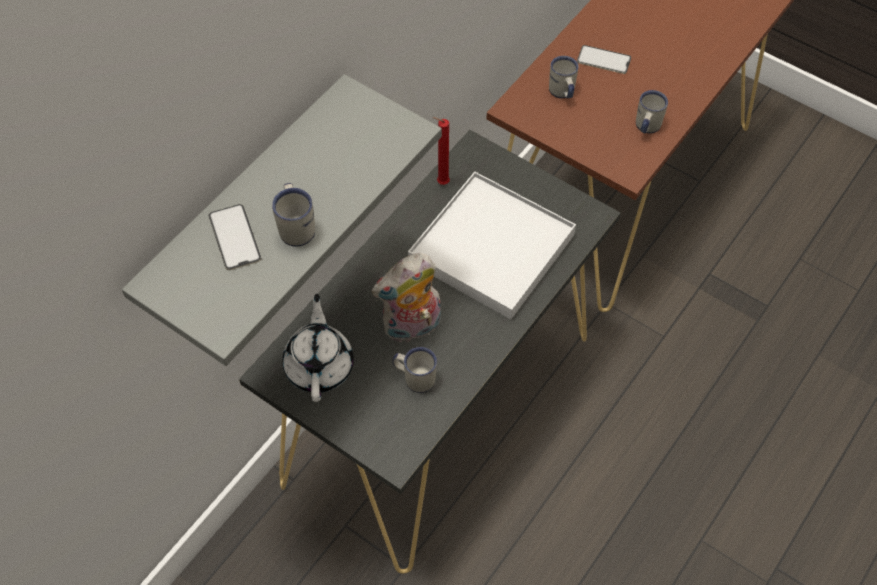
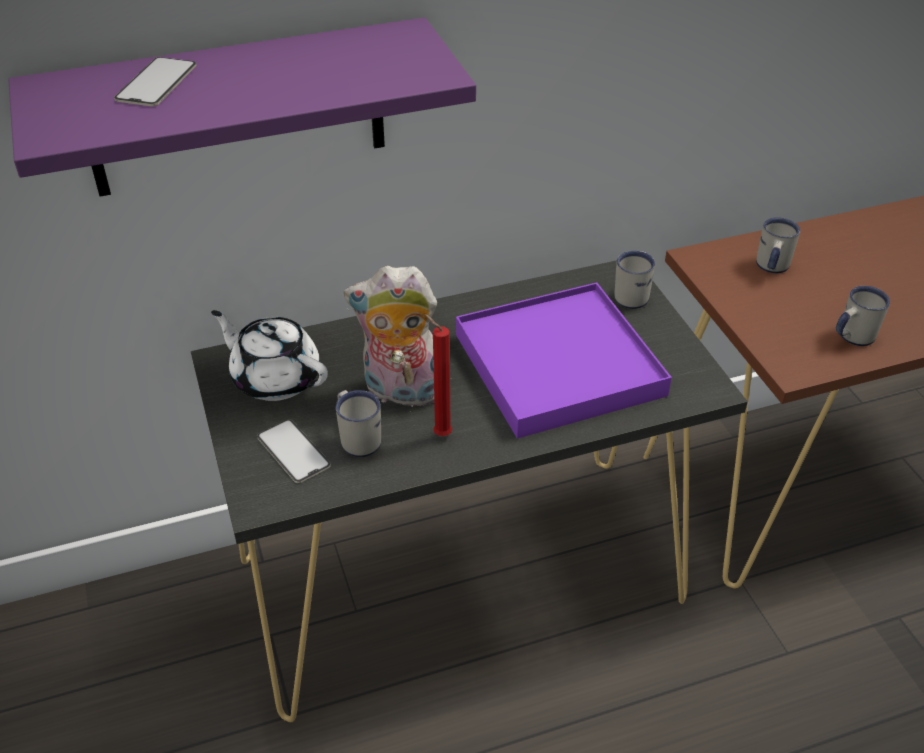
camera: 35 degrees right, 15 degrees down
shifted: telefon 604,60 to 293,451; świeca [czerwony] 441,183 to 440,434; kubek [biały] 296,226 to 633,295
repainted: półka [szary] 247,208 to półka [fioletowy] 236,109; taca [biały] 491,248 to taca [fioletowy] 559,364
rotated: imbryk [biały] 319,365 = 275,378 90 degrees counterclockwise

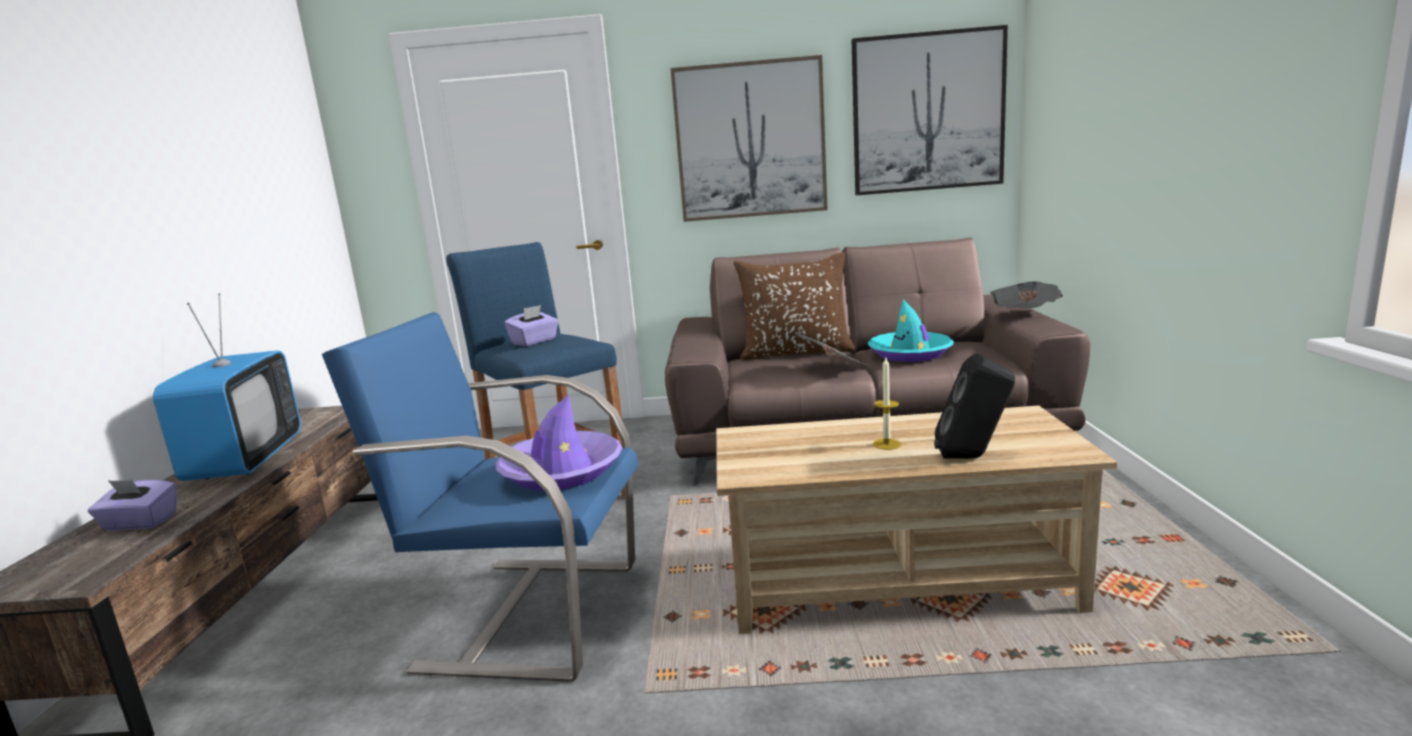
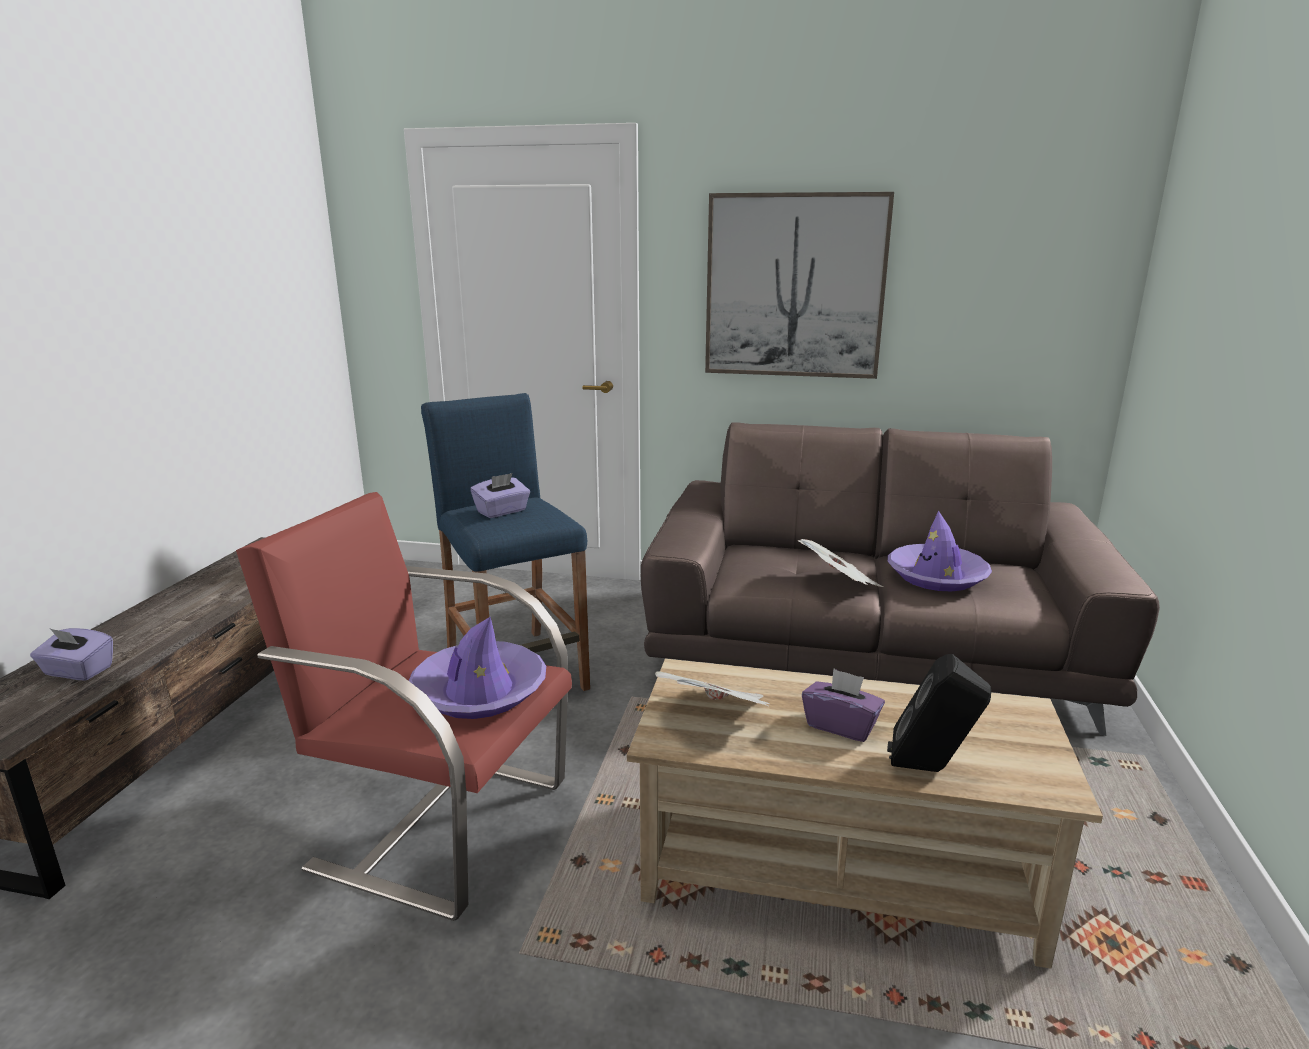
camera: 10 degrees right, 5 degrees up
gone: telewizor 246,461; poduszka [brązowy] 796,352; obraz 927,113
shifted: gazeta 1025,315 to 717,716
swapped: świeca 887,444 to pudełko chusteczek [fioletowy] 841,725
repainted: fotel [niebieski] 530,613 to fotel [czerwony] 439,822; kapelusz [turkusowy] 910,354 to kapelusz [fioletowy] 937,576

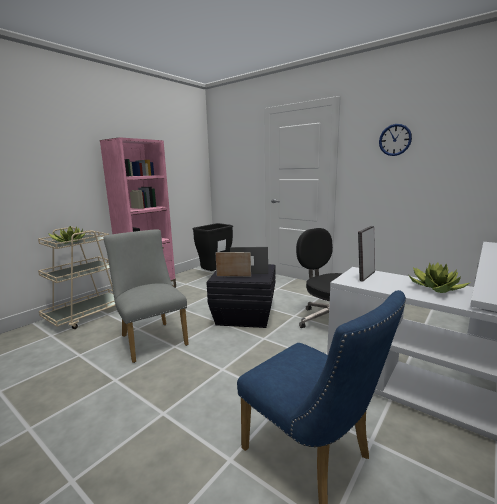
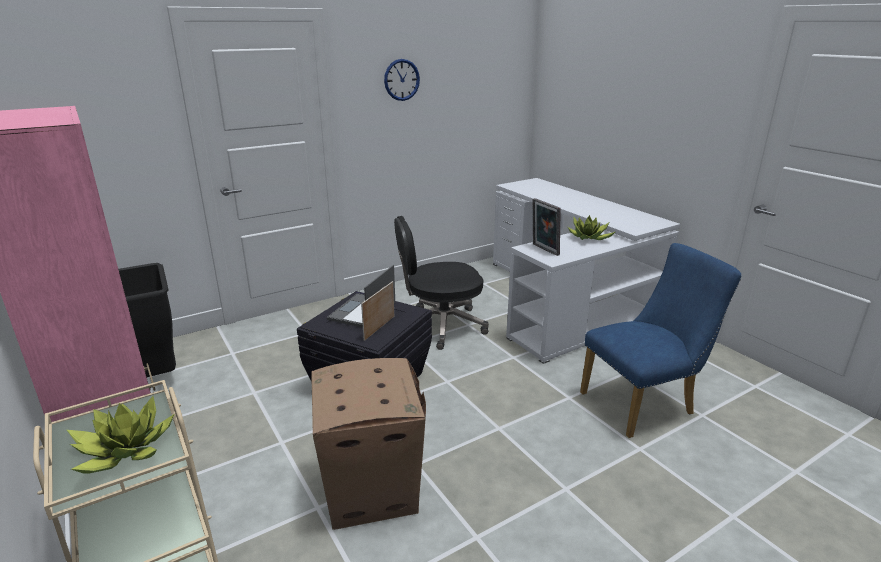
camera: 70 degrees left, 10 degrees up
swapped: krzesło [szary] 151,338 to karton 372,489

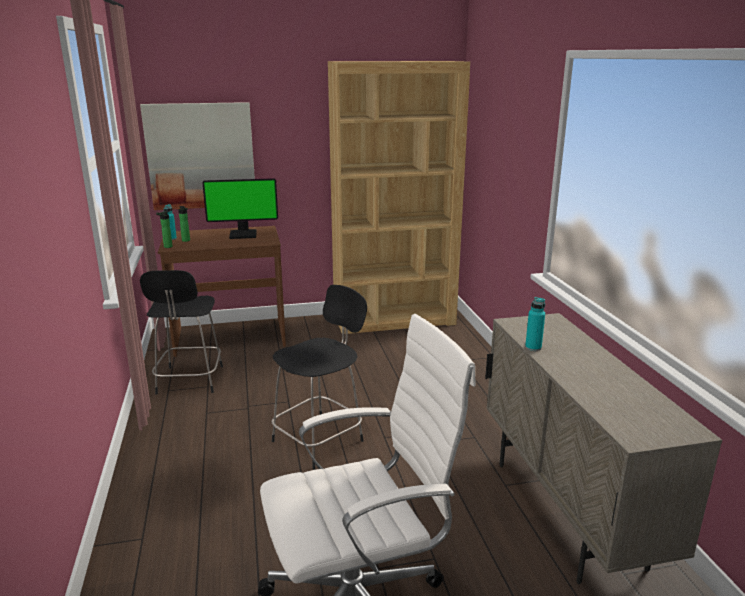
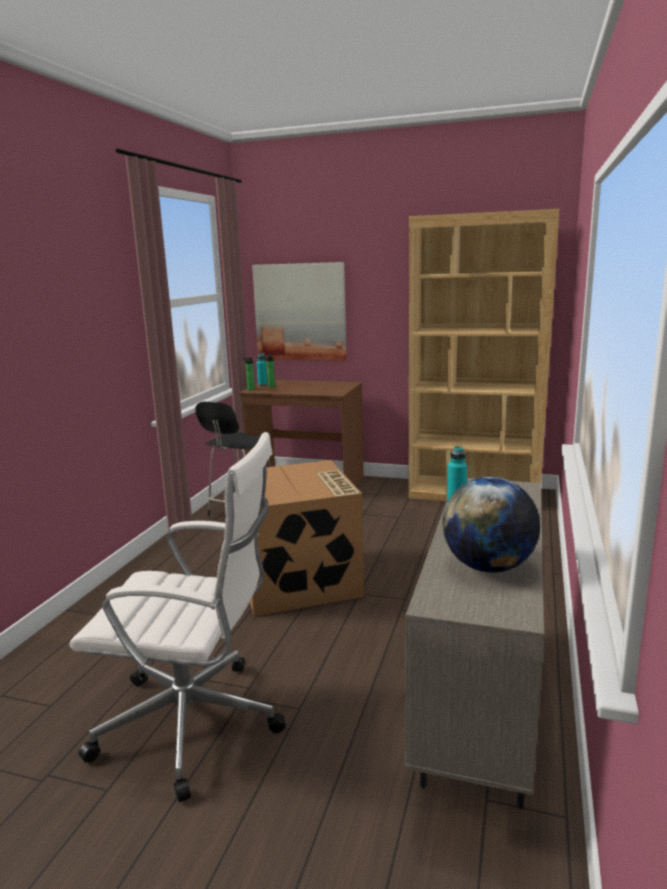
camera: 30 degrees right, 5 degrees down
gone: monitor 243,234
new: globus 488,567
swapped: stołek [czarny] 320,439 to karton 299,580

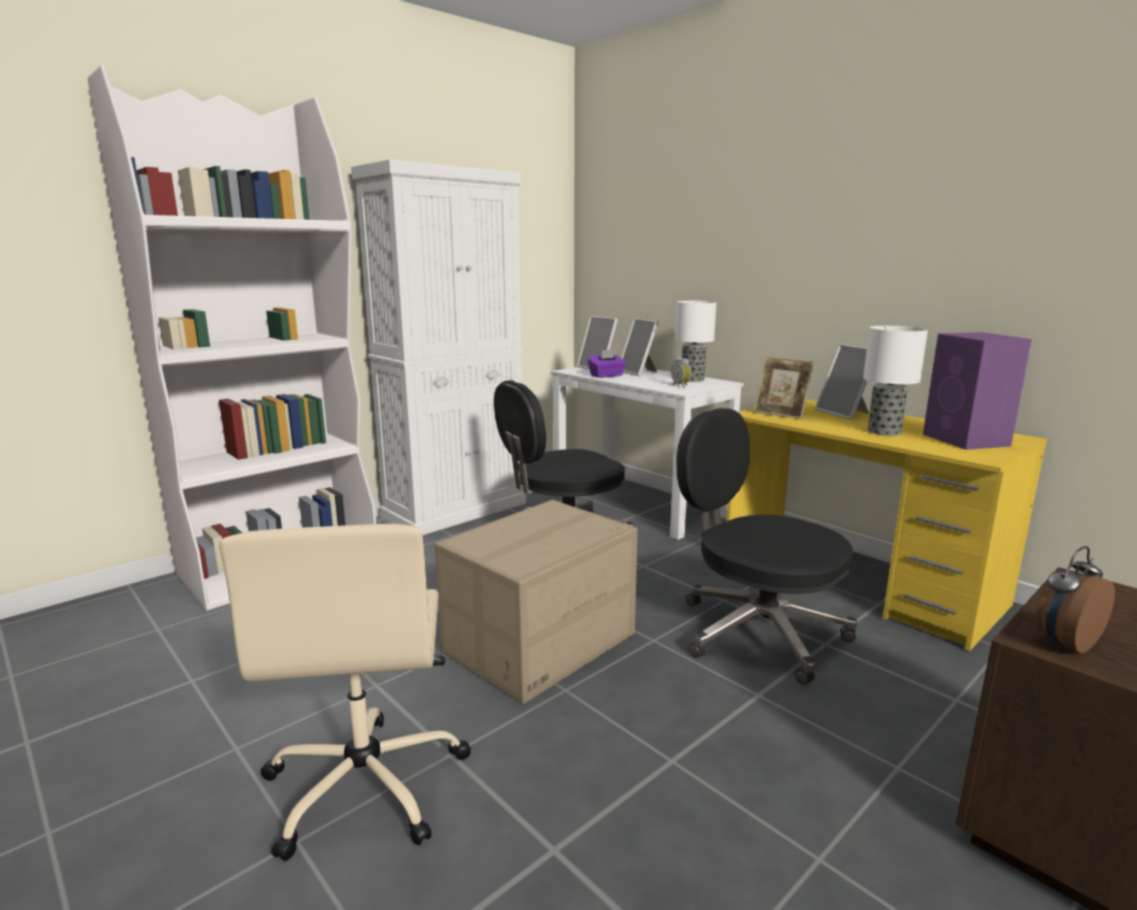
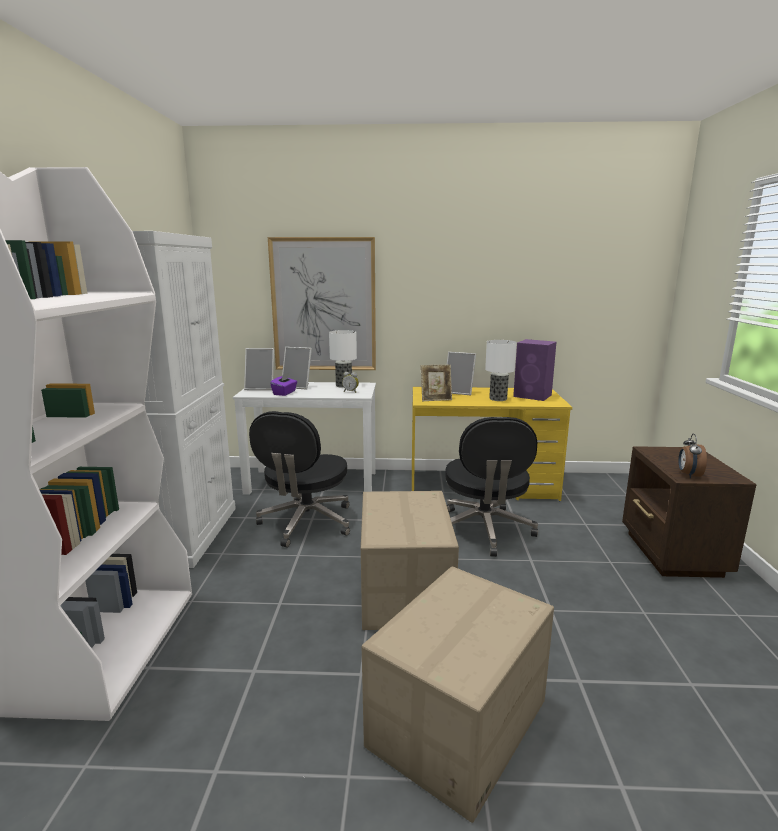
camera: 45 degrees left, 0 degrees up
new: obraz 323,305
swapped: krzesło biurowe [beżowy] 367,783 to karton 459,724
rotated: krzesło biurowe [czarny] 757,631 = 484,530 90 degrees counterclockwise

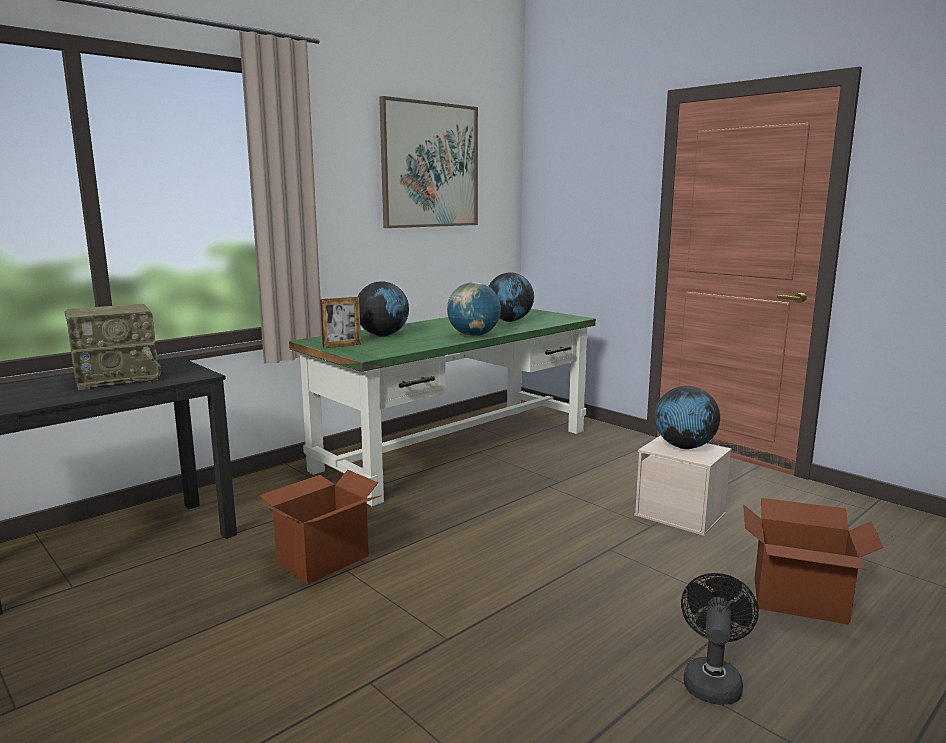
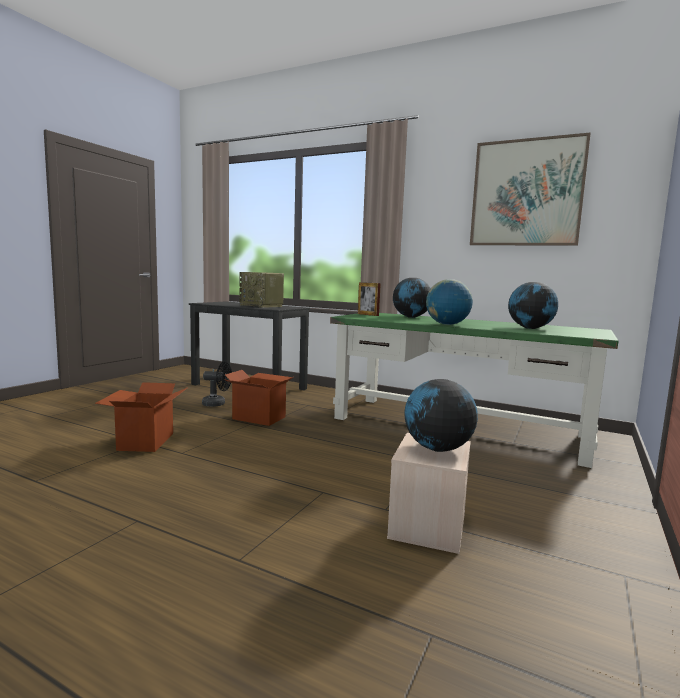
camera: 70 degrees right, 5 degrees down
shifted: karton 799,601 to 145,442; wentylator [czarny] 712,679 to 217,404

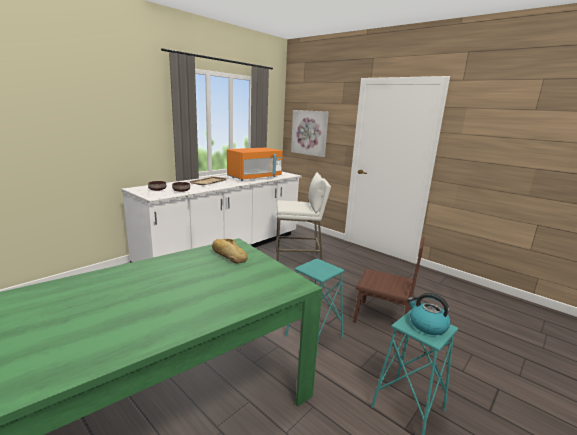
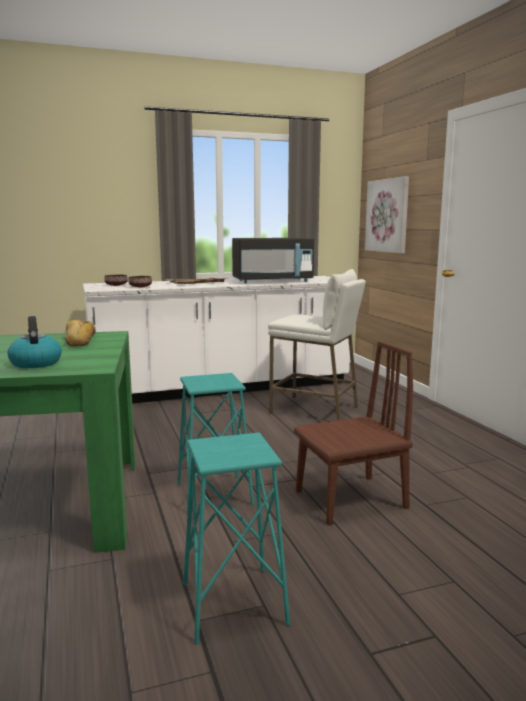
camera: 30 degrees right, 5 degrees down
shifted: czajnik 427,325 to 35,363
repainted: mikrofalówka [pomarańczowy] 255,177 to mikrofalówka [czarny] 272,281
rotated: krzesło [brązowy] 382,318 = 350,499 75 degrees counterclockwise

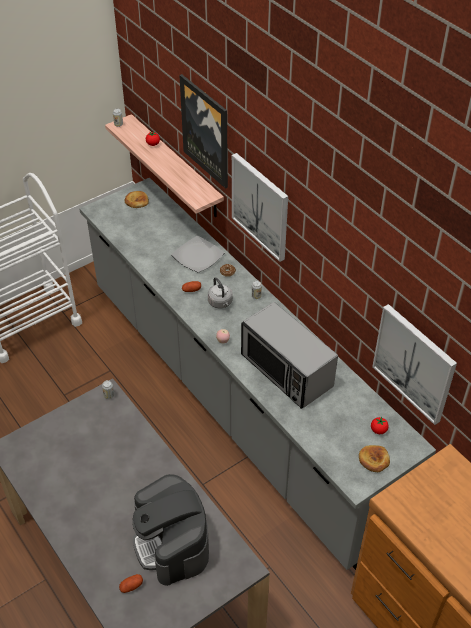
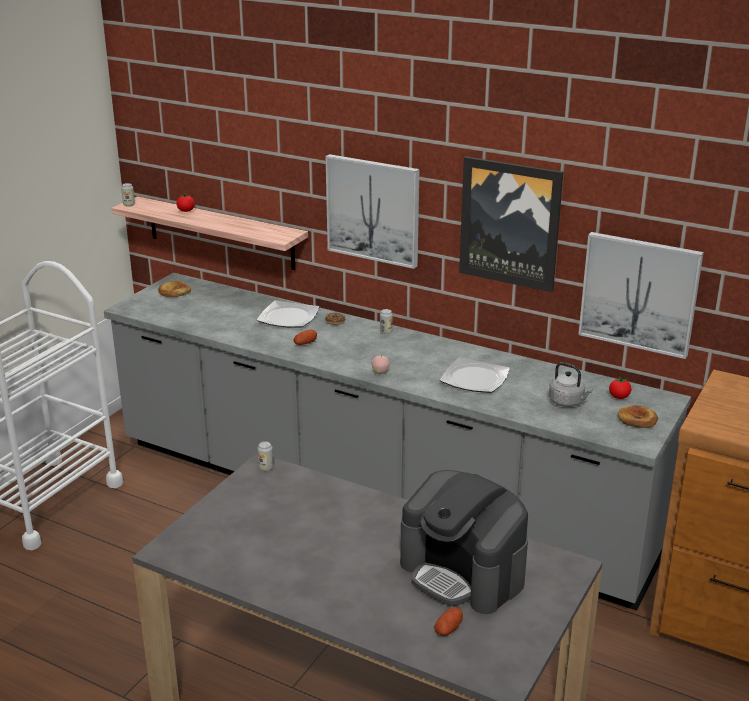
camera: 25 degrees left, 20 degrees down
shifted: obraz 206,131 to 510,223; czajnik [szary] 220,303 to 568,402
swapped: mikrofalówka 286,371 to talerz 475,378

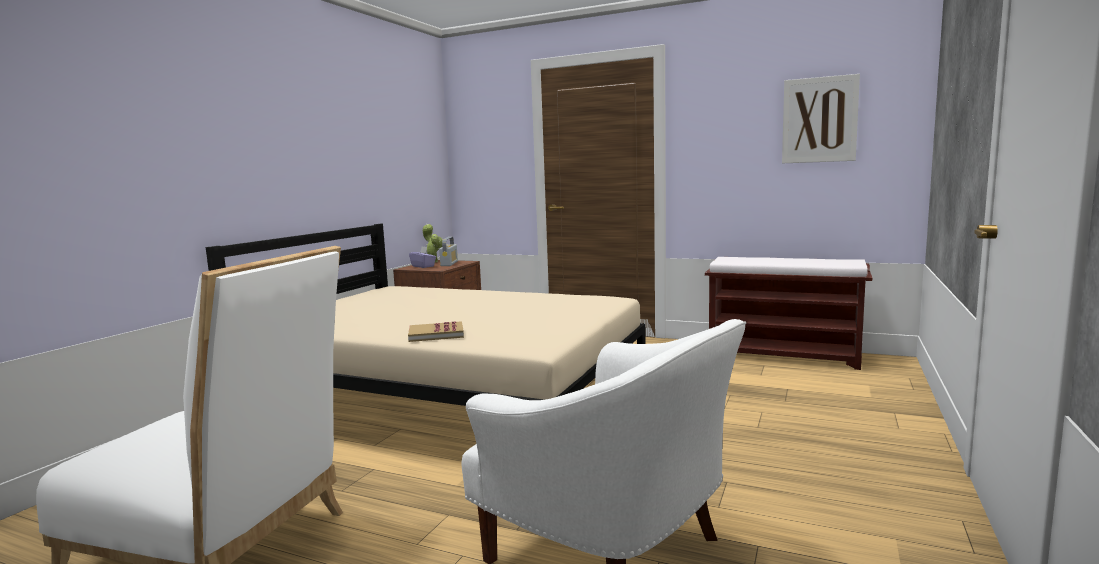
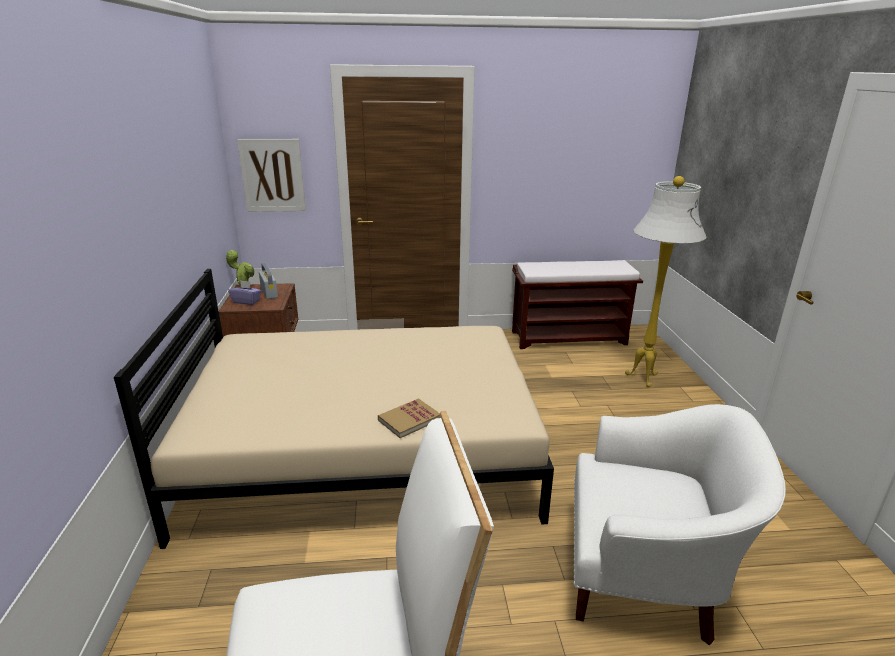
camera: 30 degrees left, 15 degrees up
new: lampa stojąca [biały] 643,378
shifted: obraz 819,120 to 272,175

